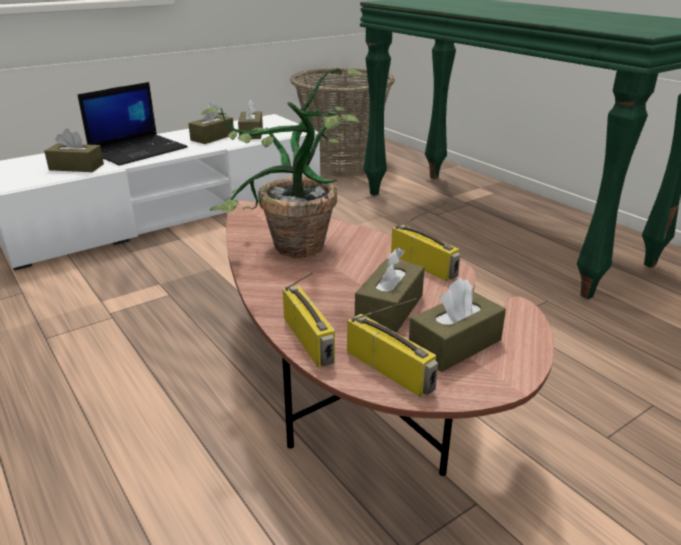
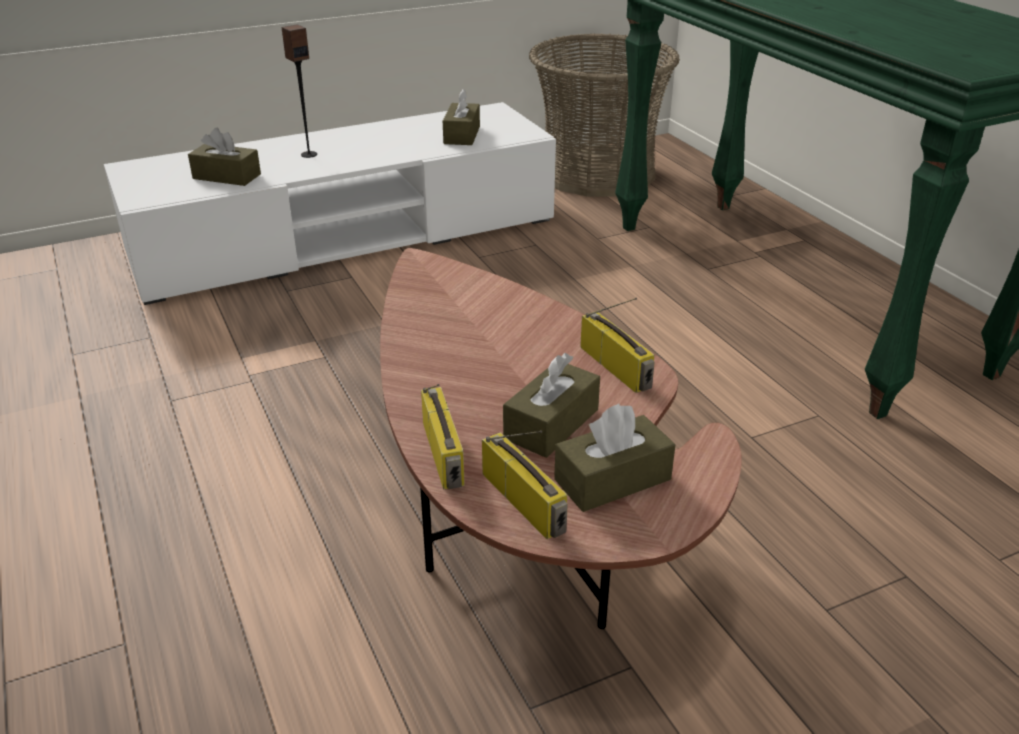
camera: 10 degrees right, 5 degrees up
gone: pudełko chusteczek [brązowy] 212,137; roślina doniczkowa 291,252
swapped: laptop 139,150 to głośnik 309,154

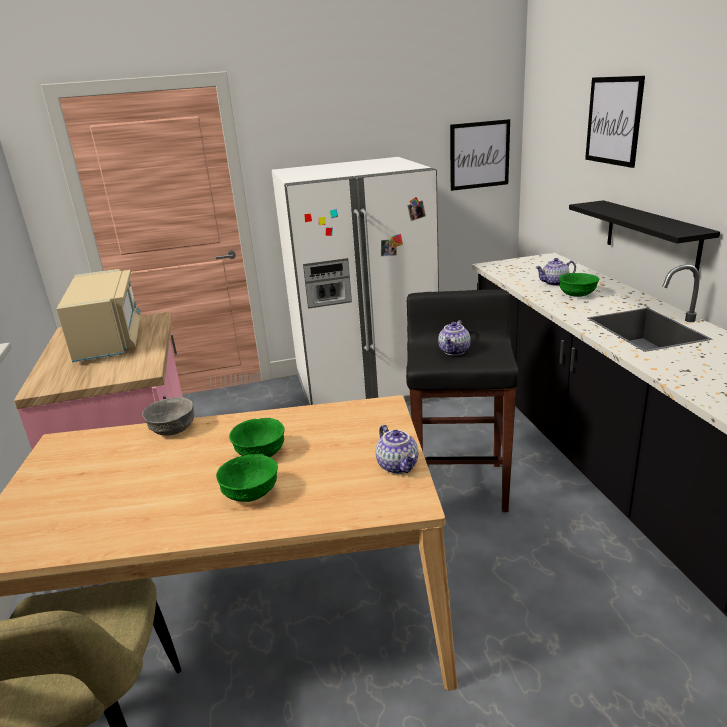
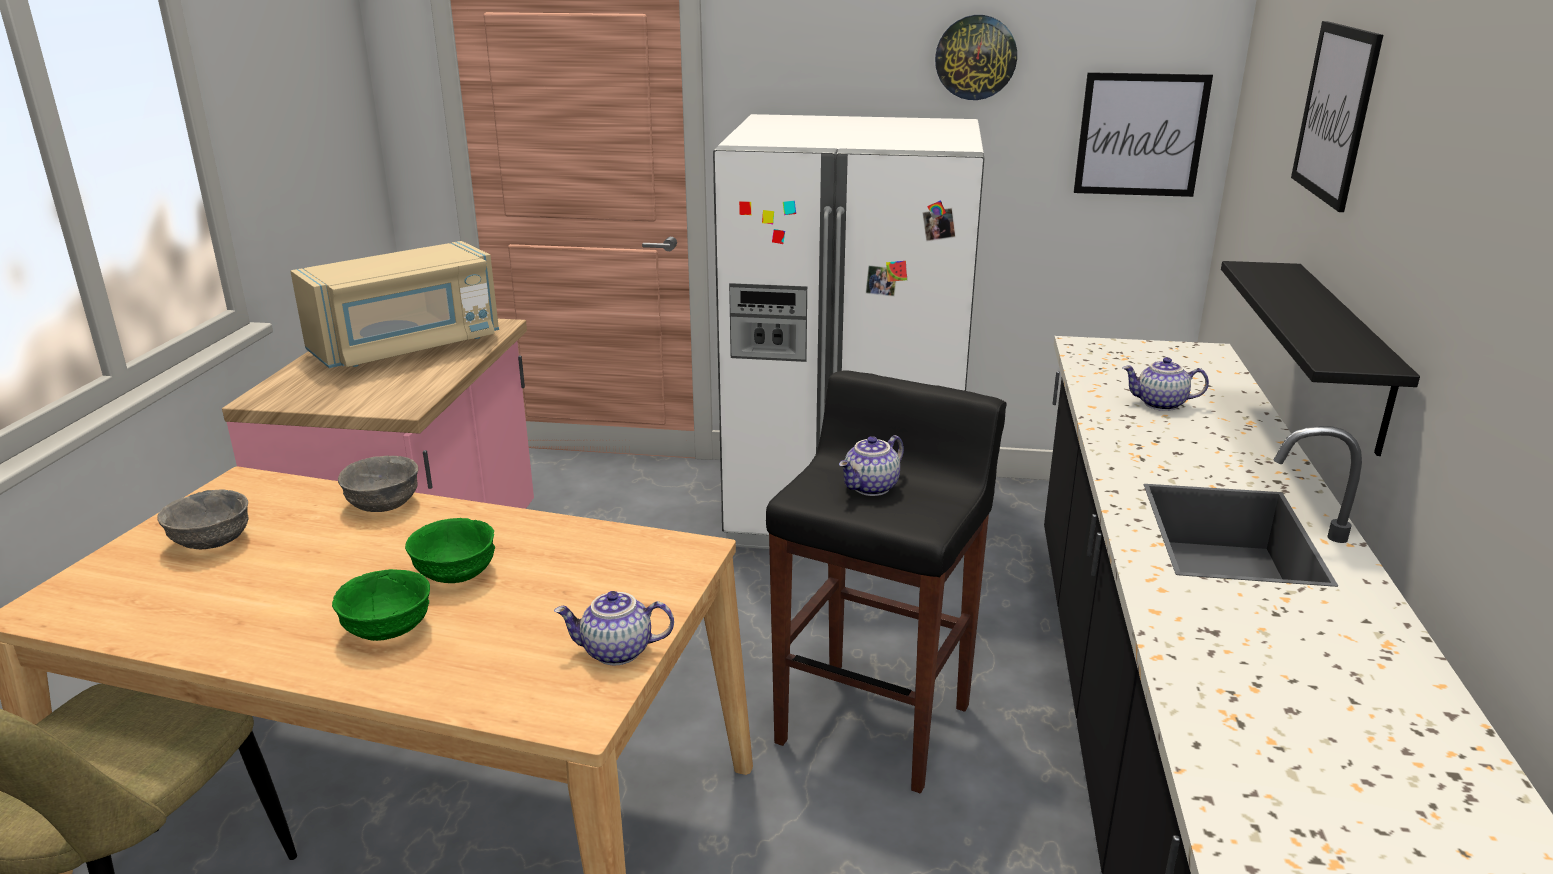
camera: 20 degrees right, 0 degrees up
gone: miska [zielony] 576,295
new: miska [szary] 211,541; zegar ścienny 975,57
rotated: mikrofalówka [beżowy] 109,340 = 407,347 45 degrees clockwise; imbryk 398,466 = 616,652 90 degrees clockwise

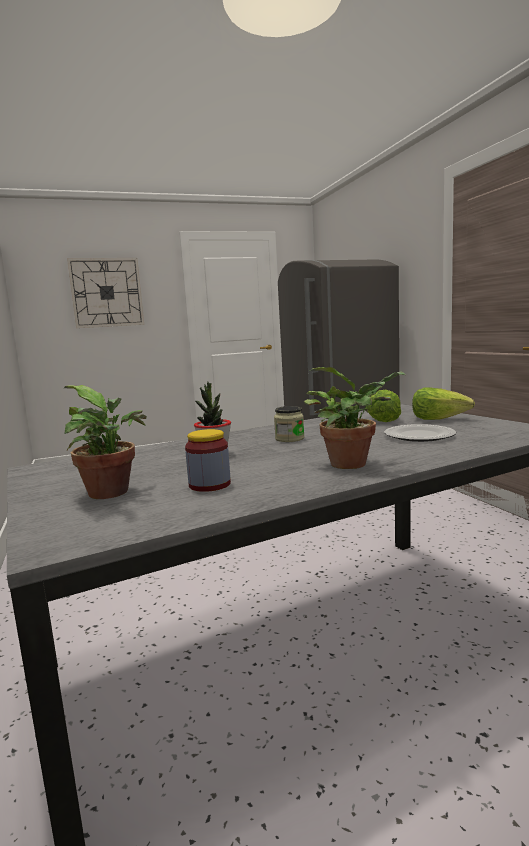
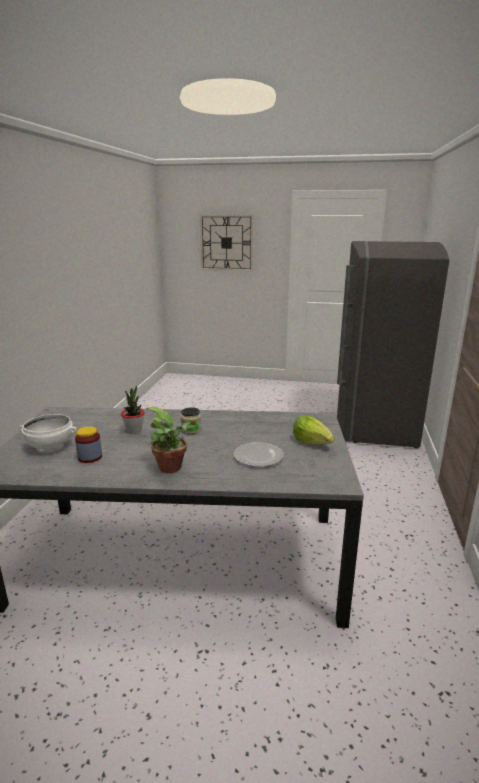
camera: 30 degrees right, 10 degrees up
gone: sałata 383,419
swapped: roślina doniczkowa 112,493 to miska [biały] 50,447

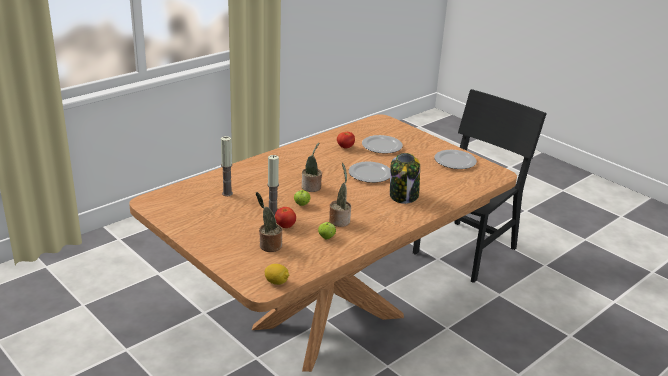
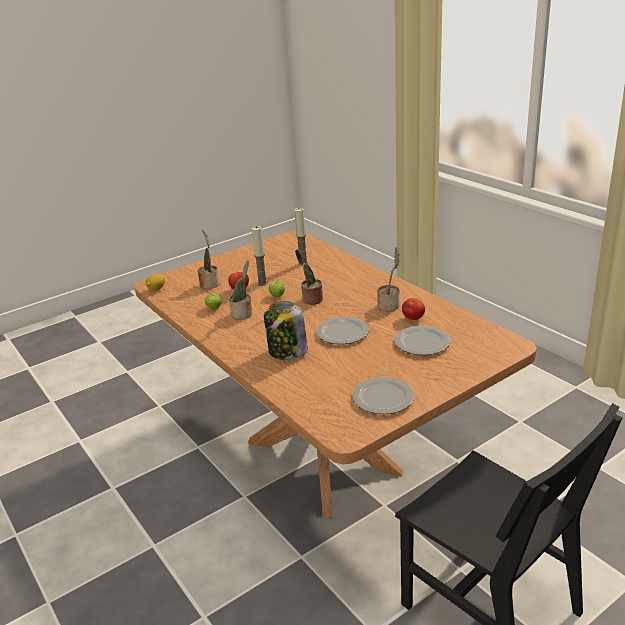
camera: 100 degrees right, 0 degrees up
new: roślina doniczkowa 389,305

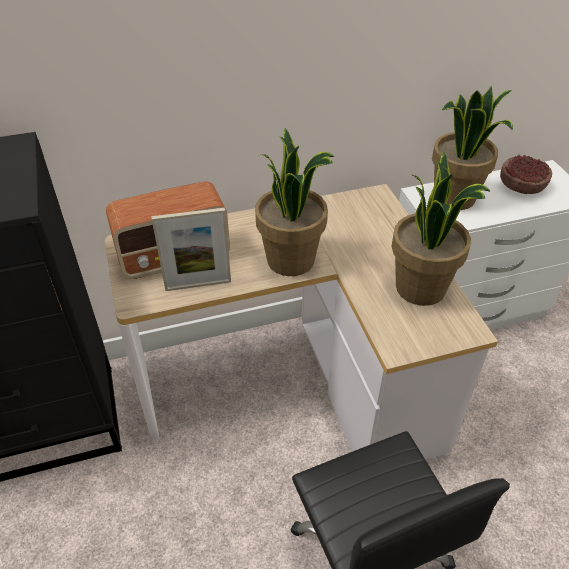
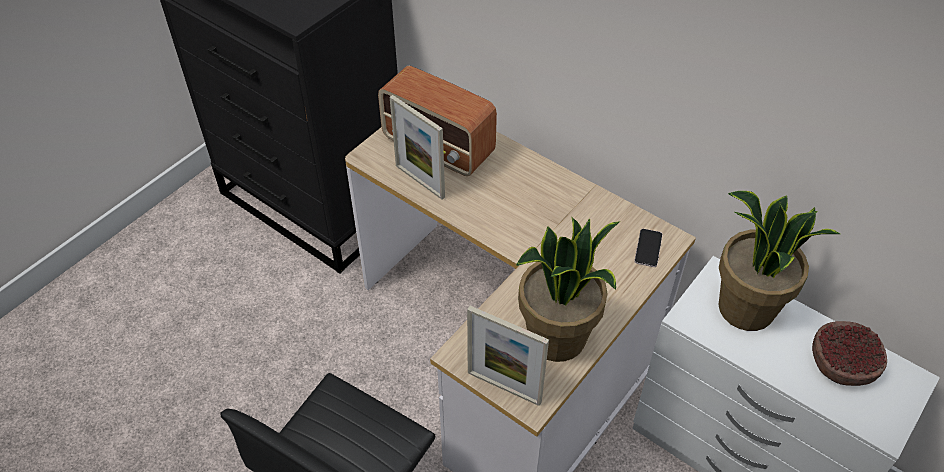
camera: 55 degrees right, 5 degrees up
gone: roślina doniczkowa 292,260
new: ramka na zdjęcie 504,387; telefon 648,248

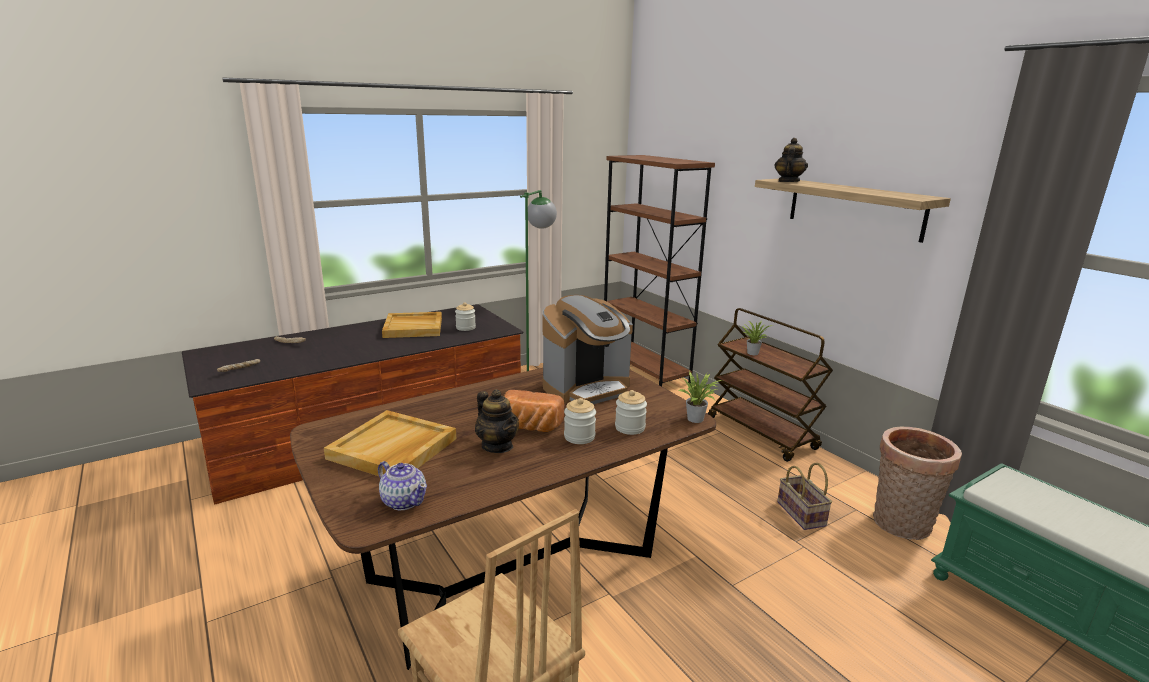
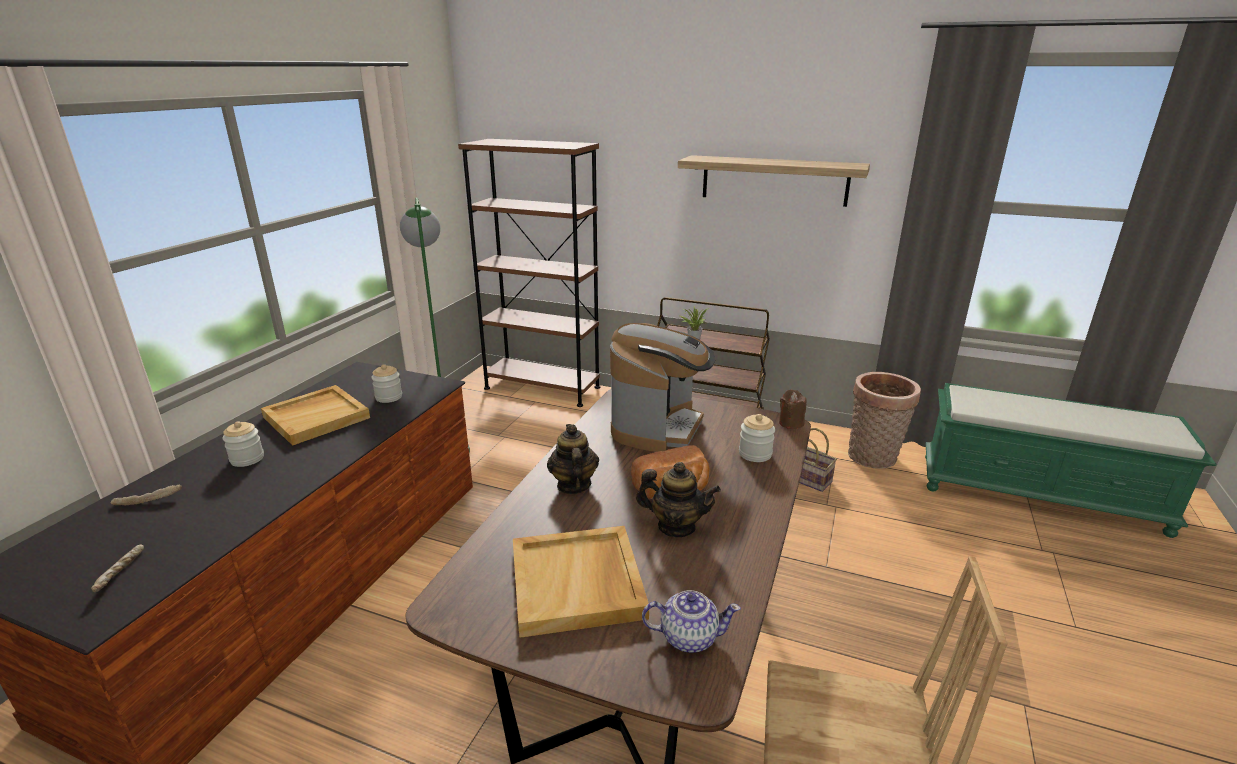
camera: 35 degrees left, 5 degrees up
shifted: słoik 579,437 to 247,459; imbryk 788,181 to 573,485
swapped: roślina doniczkowa 697,419 to świeca [brązowy] 791,423

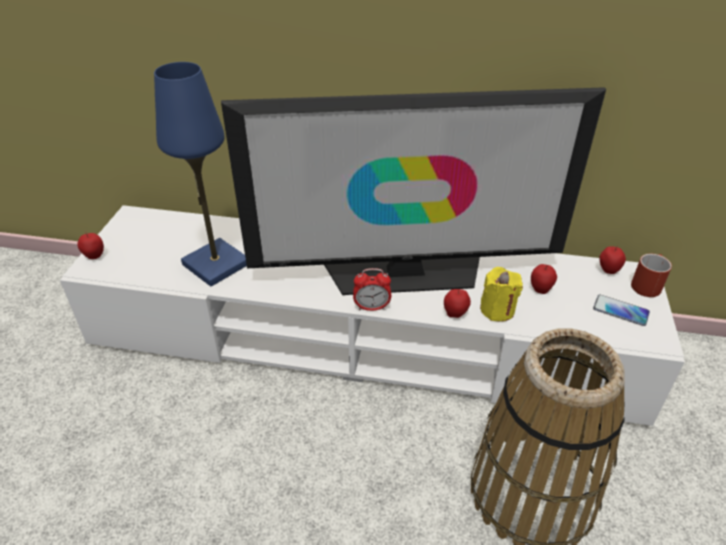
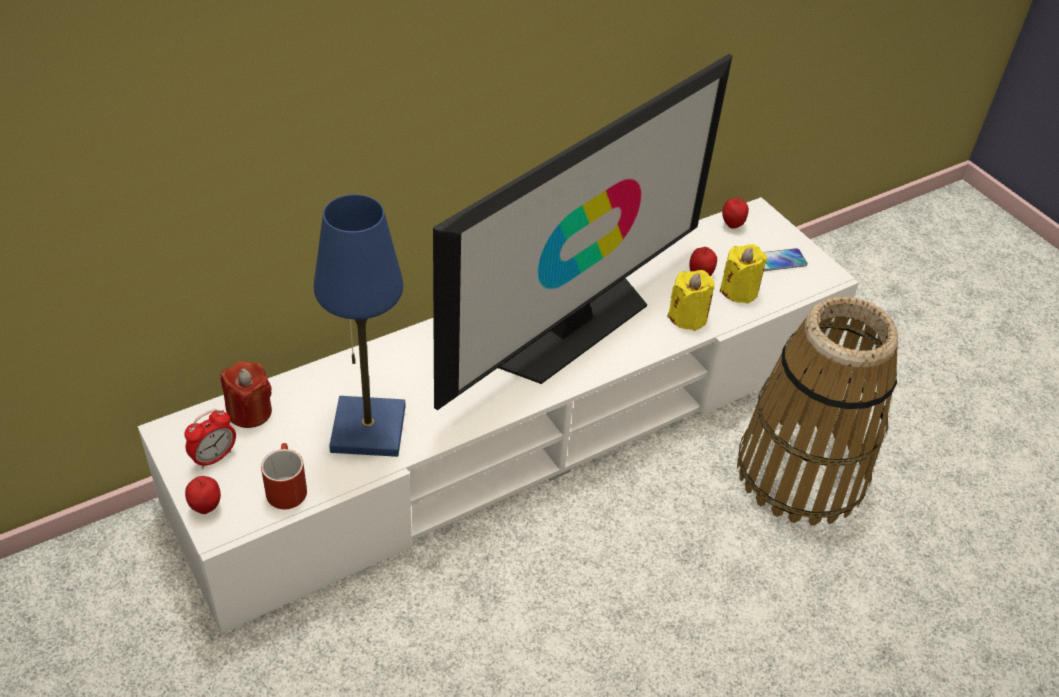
camera: 45 degrees left, 5 degrees up
gone: jabłko 455,314
new: świeca [czerwony] 249,412; świeca [żółty] 739,290
shifted: budzik 371,307 to 214,457; kubek [czerwony] 646,284 to 285,486

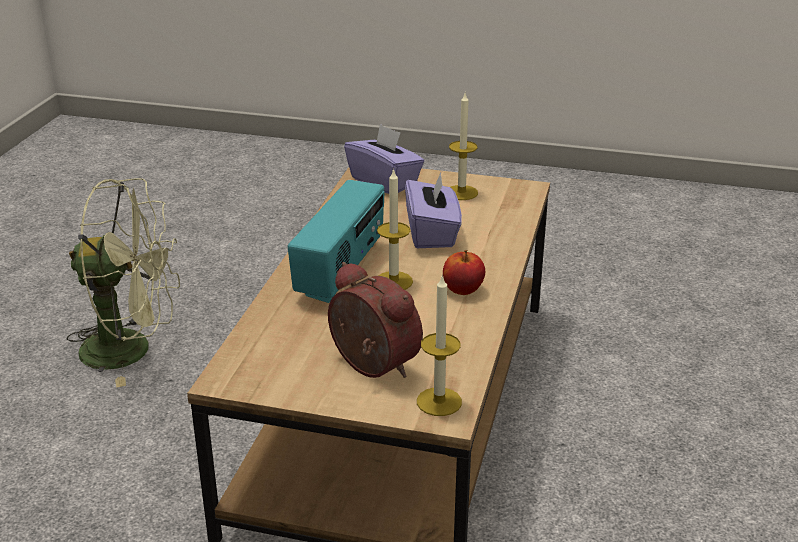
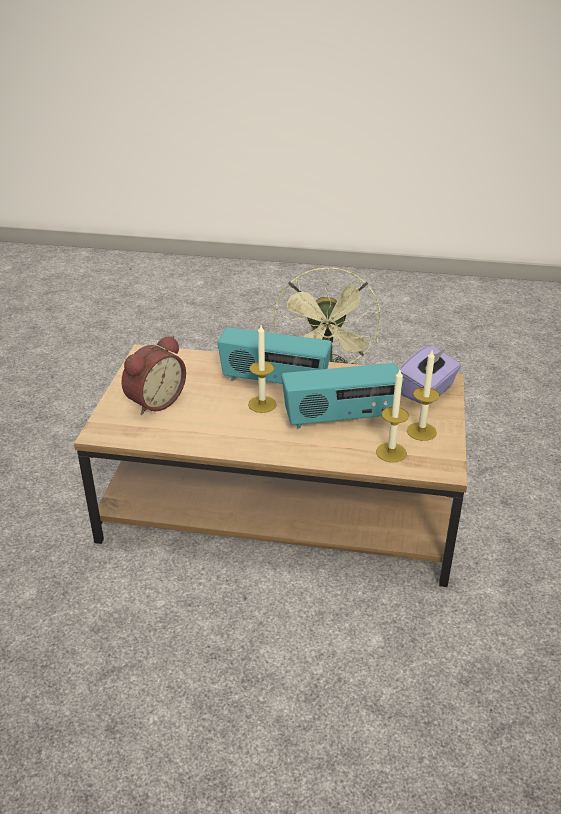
camera: 85 degrees right, 5 degrees up
gone: jabłko 462,290
shifted: świeca 439,401 to 391,452
swapped: pudełko chusteczek [fioletowy] 432,233 to radio 340,418

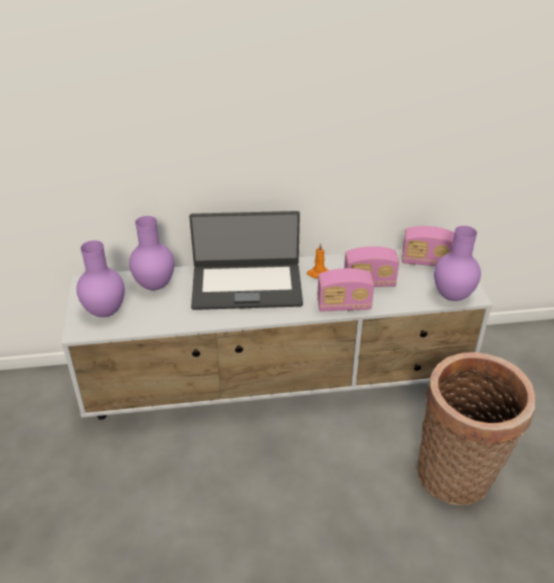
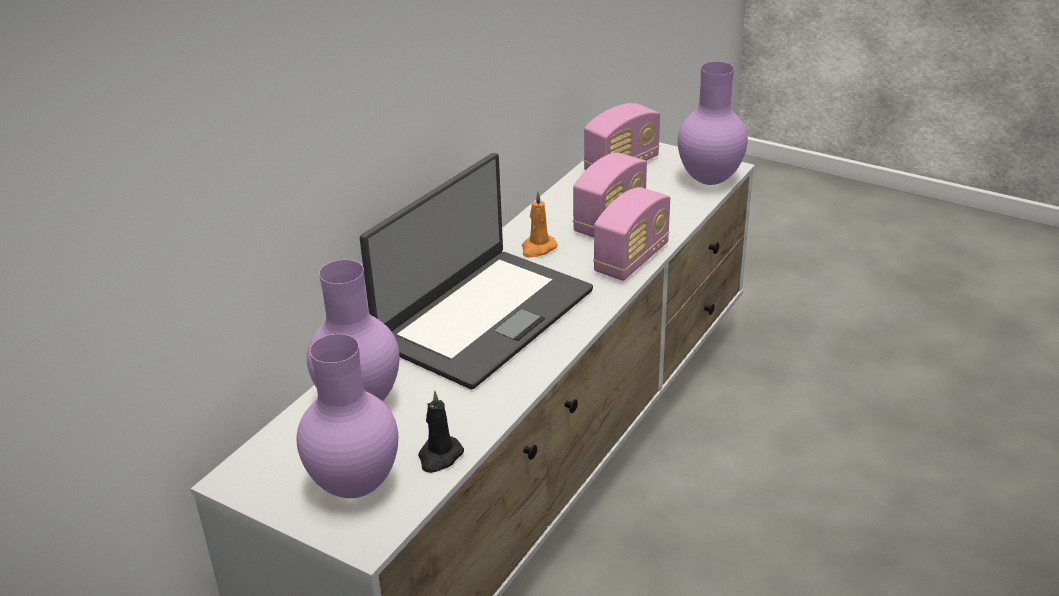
camera: 50 degrees left, 5 degrees down
gone: koszyk 458,477
new: świeca [czarny] 439,456

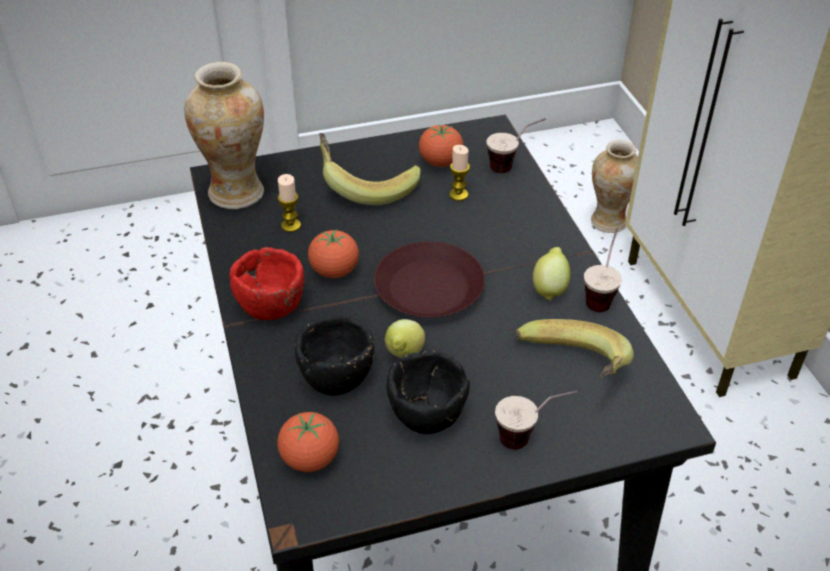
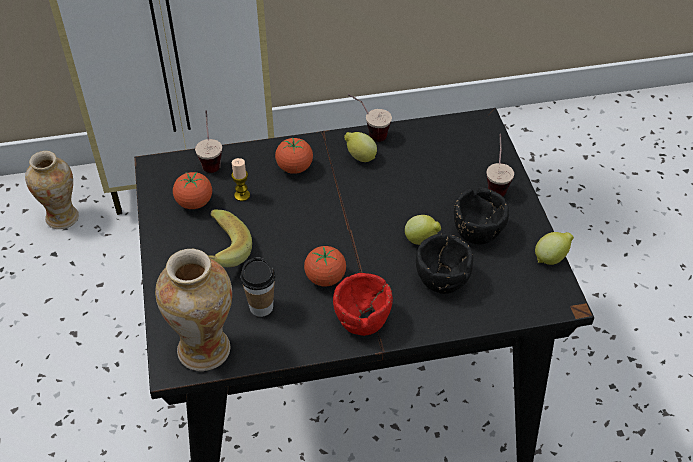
camera: 85 degrees left, 5 degrees up
gone: talerz [brązowy] 429,289; banan 570,371
new: cytryna 551,258
shifted: pomidor 310,459 to 294,168
swapped: świeca 291,225 to filiżanka 261,307

